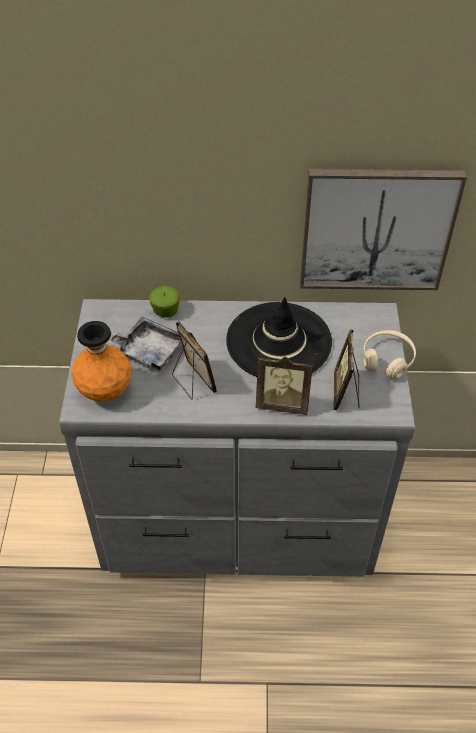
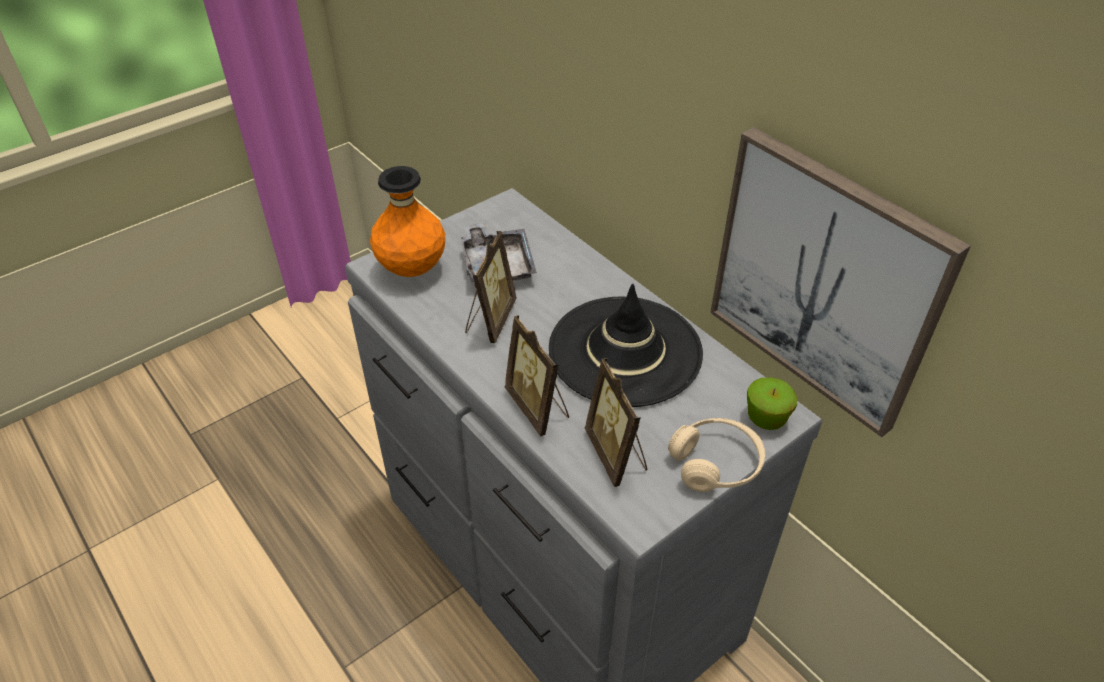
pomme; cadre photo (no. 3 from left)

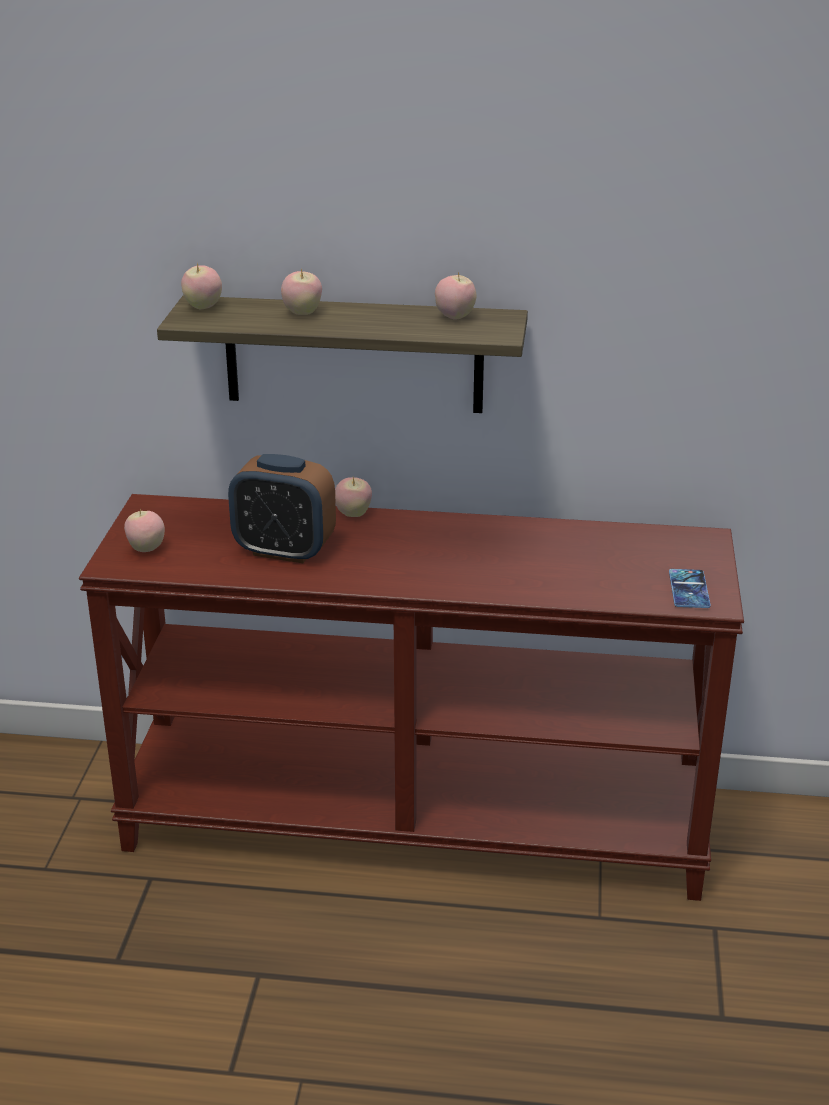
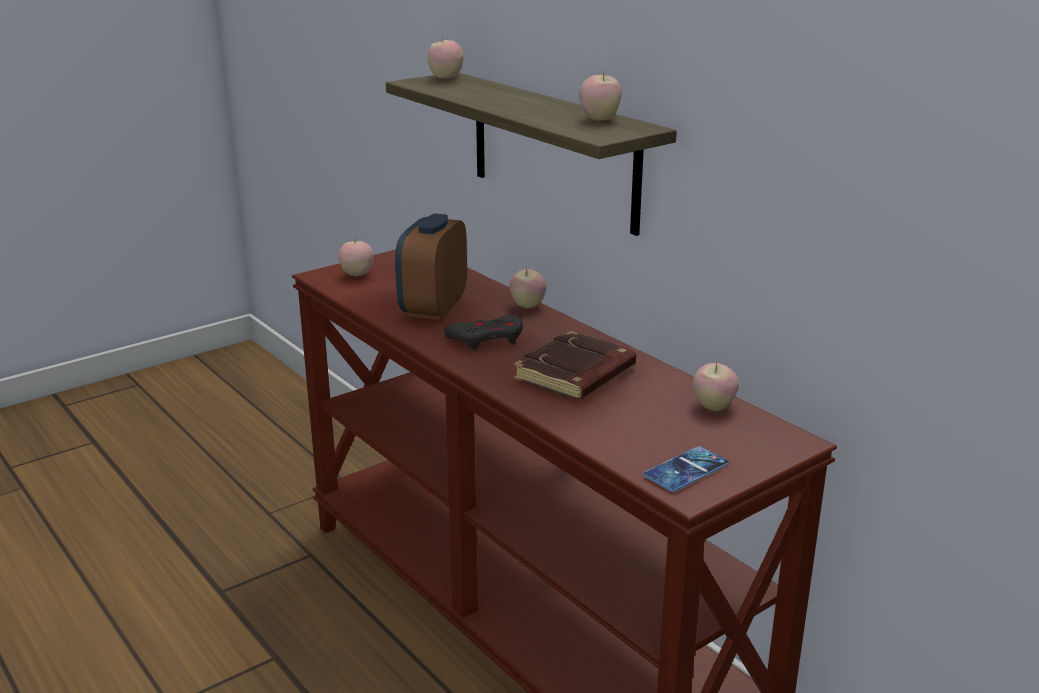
réveil; pomme (no. 5 from left); manette [gris]; livre [marron]

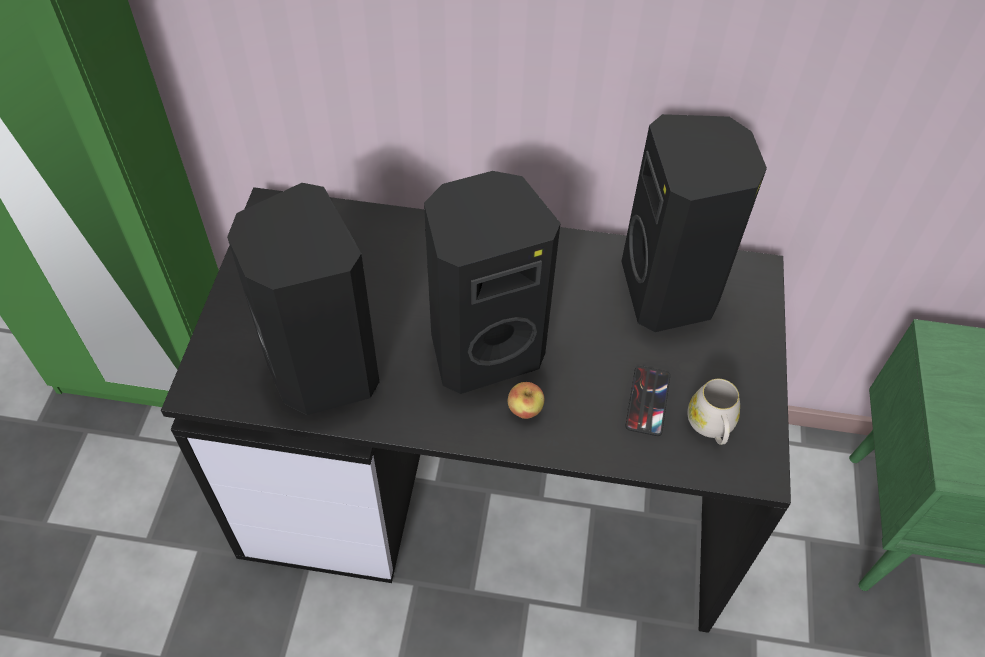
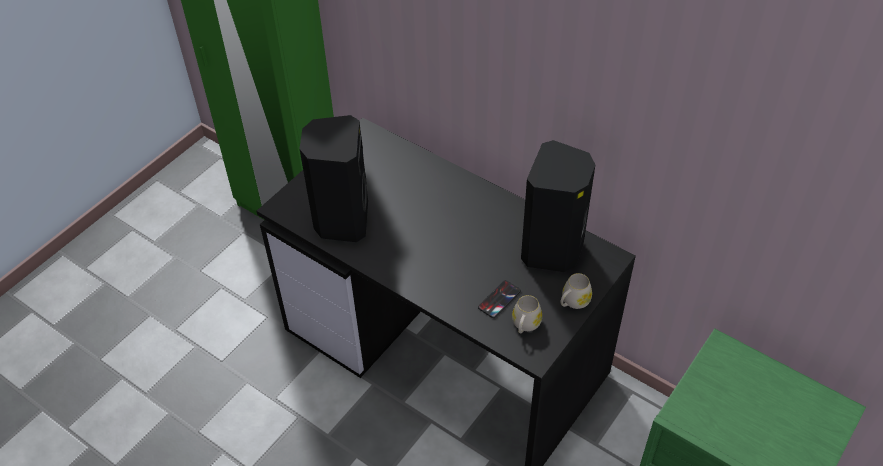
enceinte [noir] (no. 2 from left in the first image); pomme; mug [blanc] (no. 2 from left)

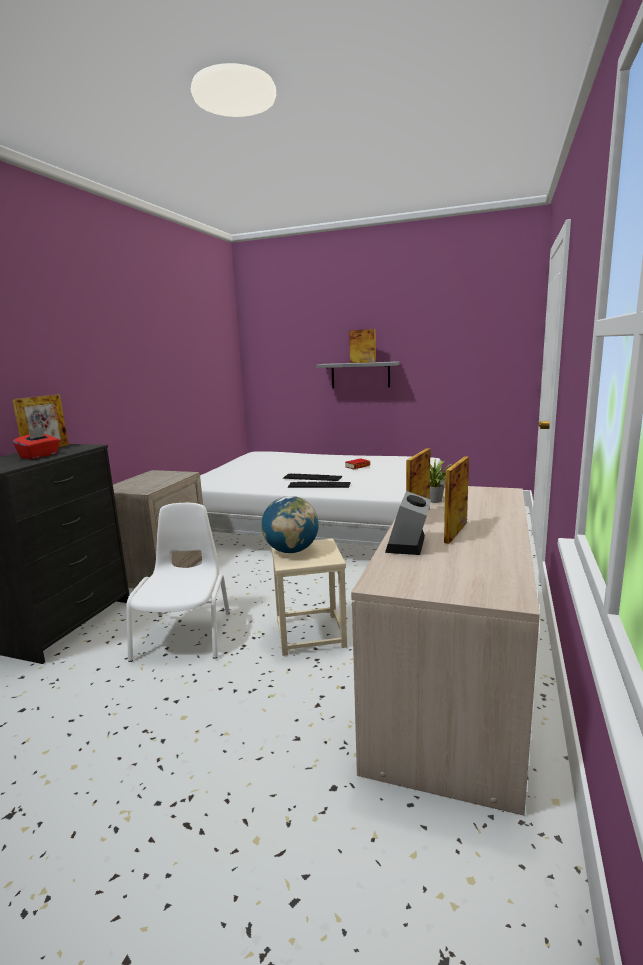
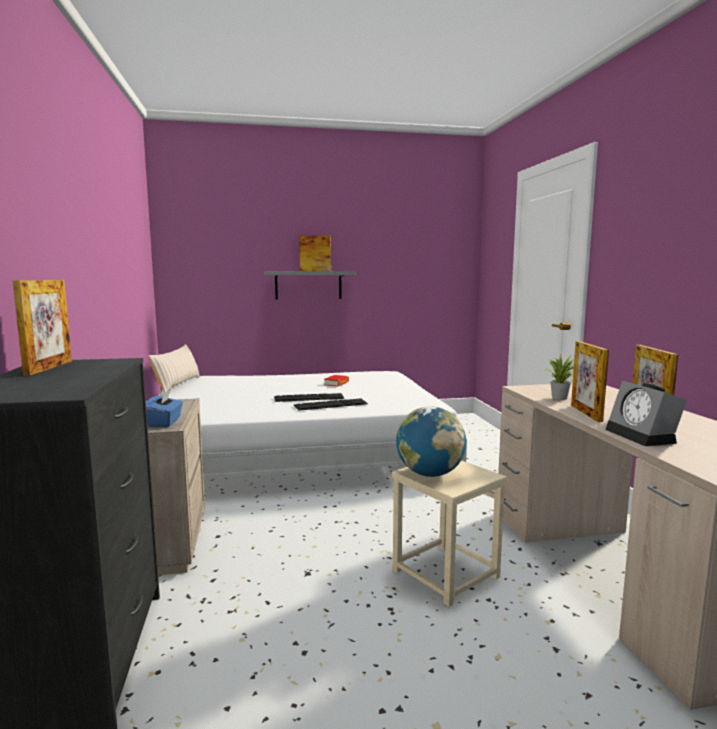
boîte à mouchoirs [rouge]; chaise [blanc]; boîte à mouchoirs [bleu]; coussin [beige]

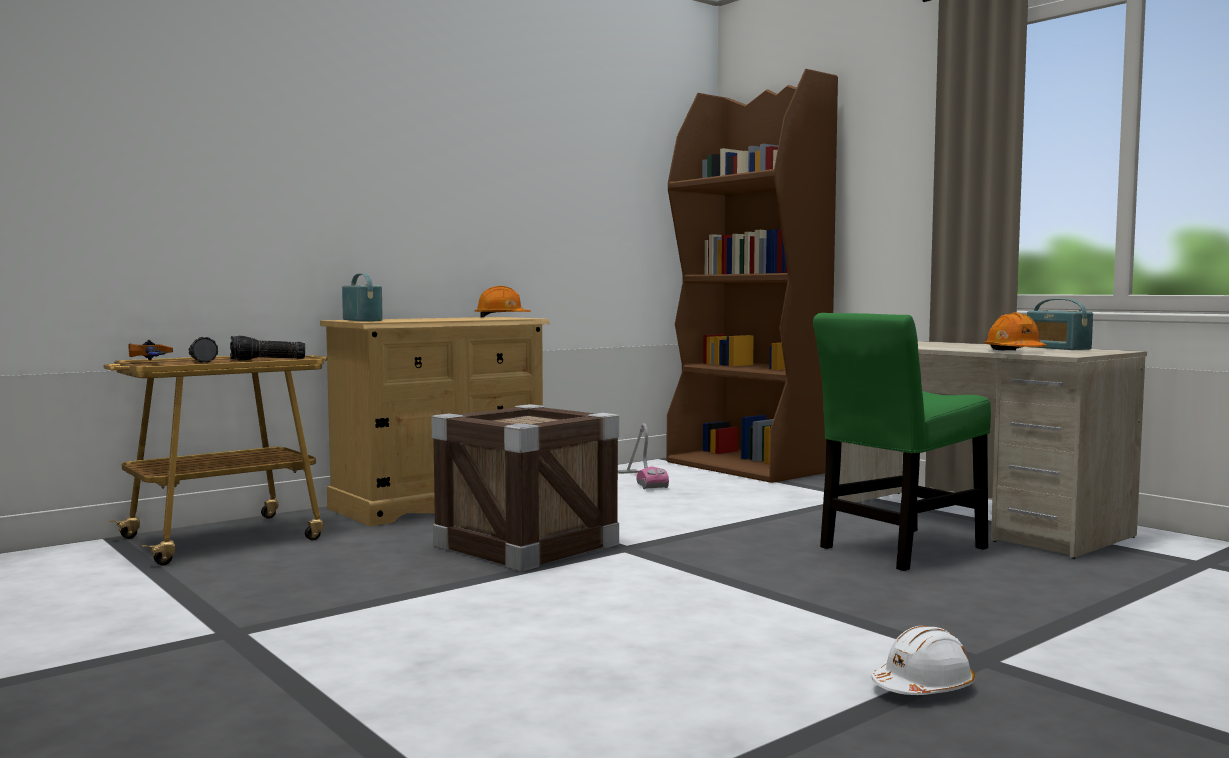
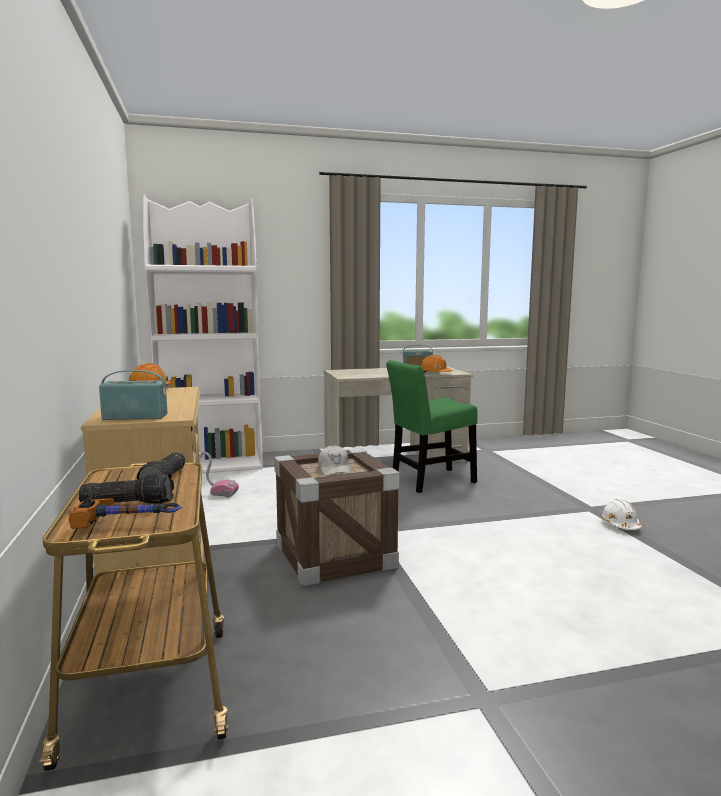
bibliothèque [blanc]; chaise [vert]; casquette [blanc]

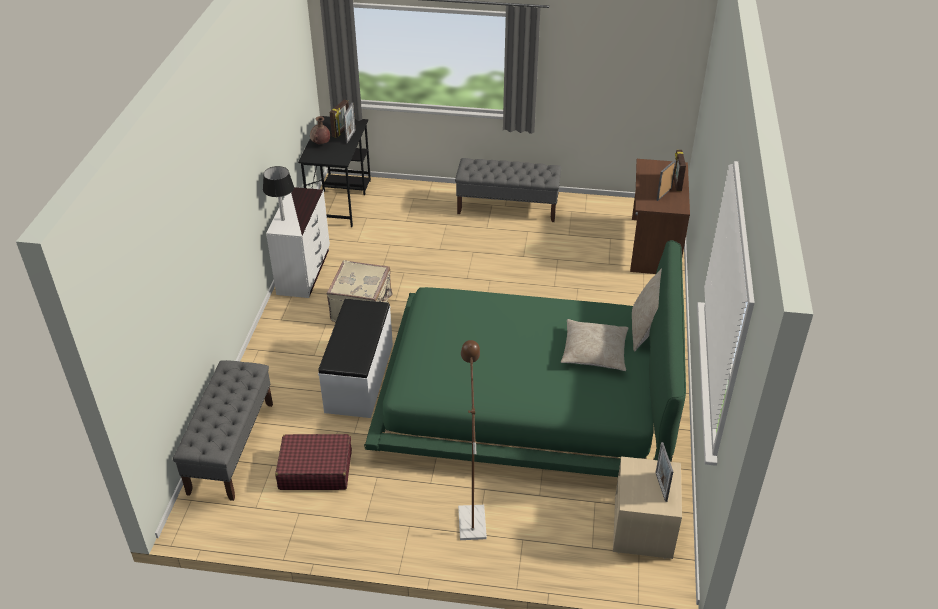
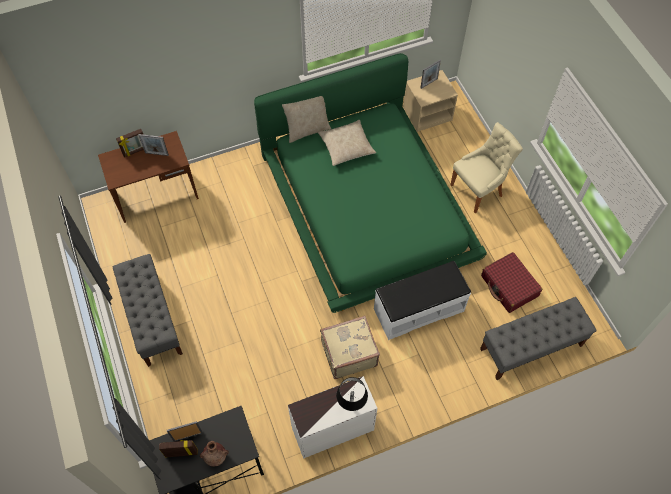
chaise [beige]

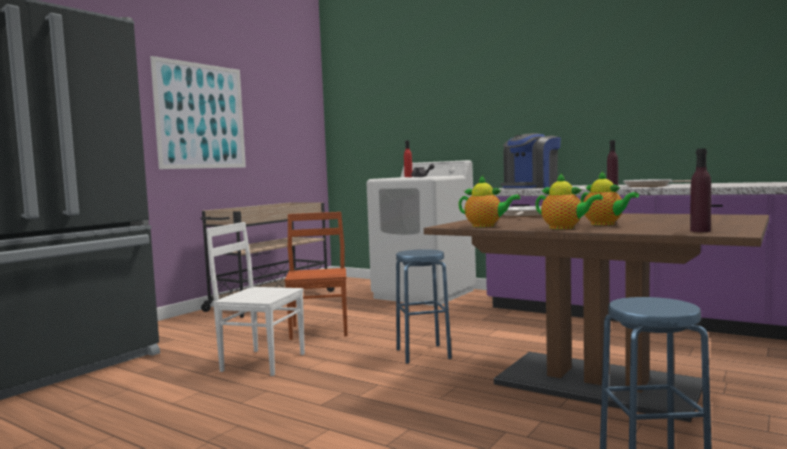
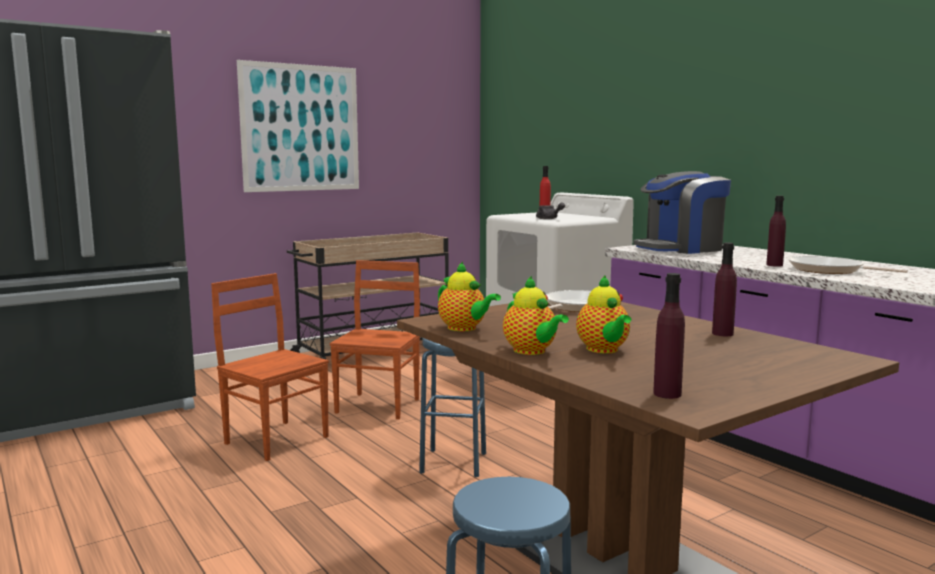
chaise [marron] (no. 1 from left); bouteille [violet] (no. 2 from left)

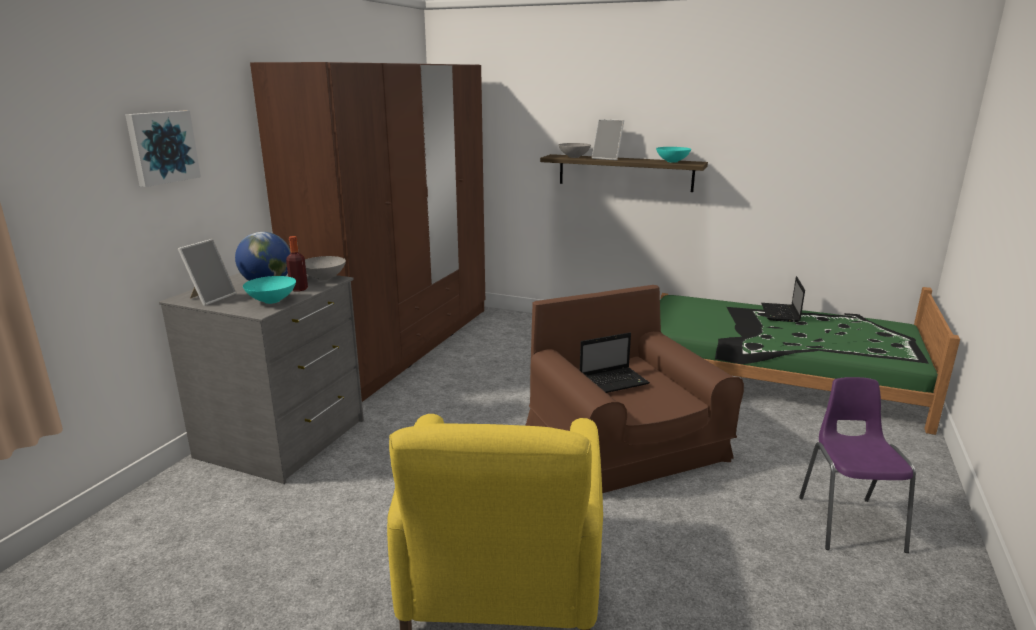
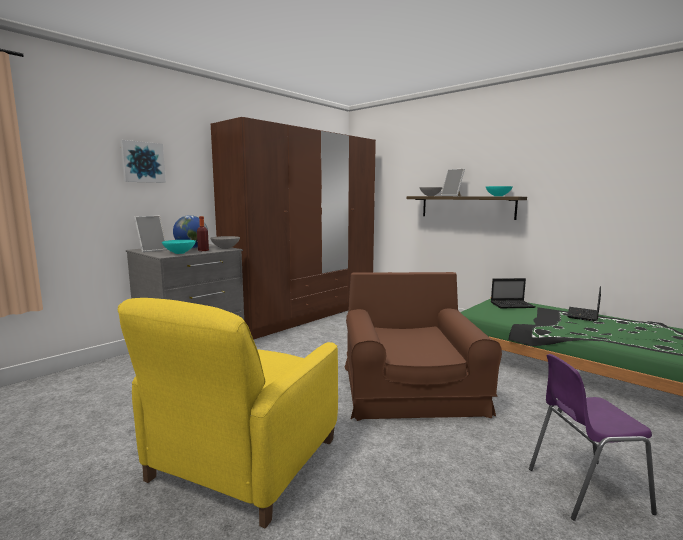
ordinateur portable (no. 1 from left); chaise [violet]

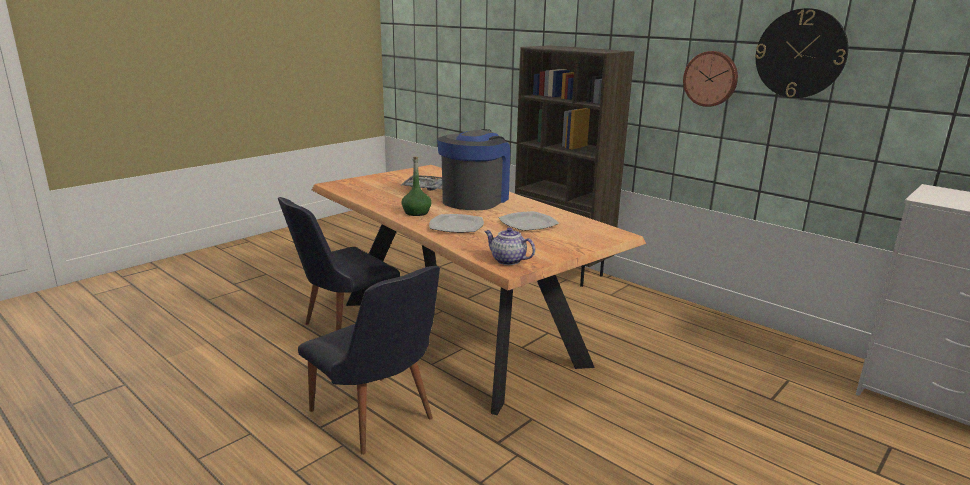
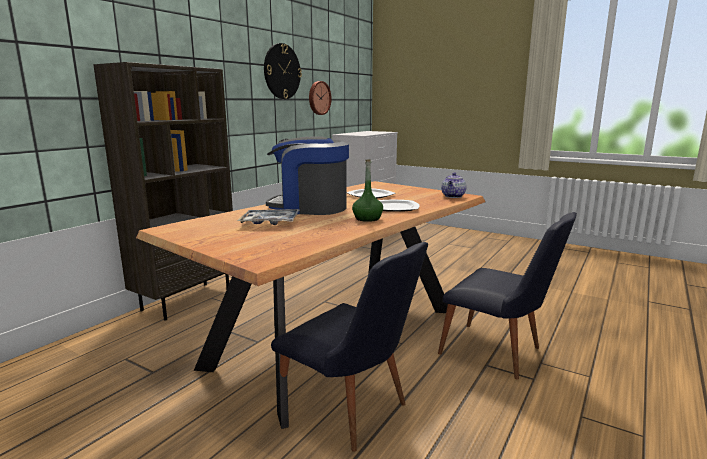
chaise [noir] (no. 2 from left); horloge murale (no. 2 from left)

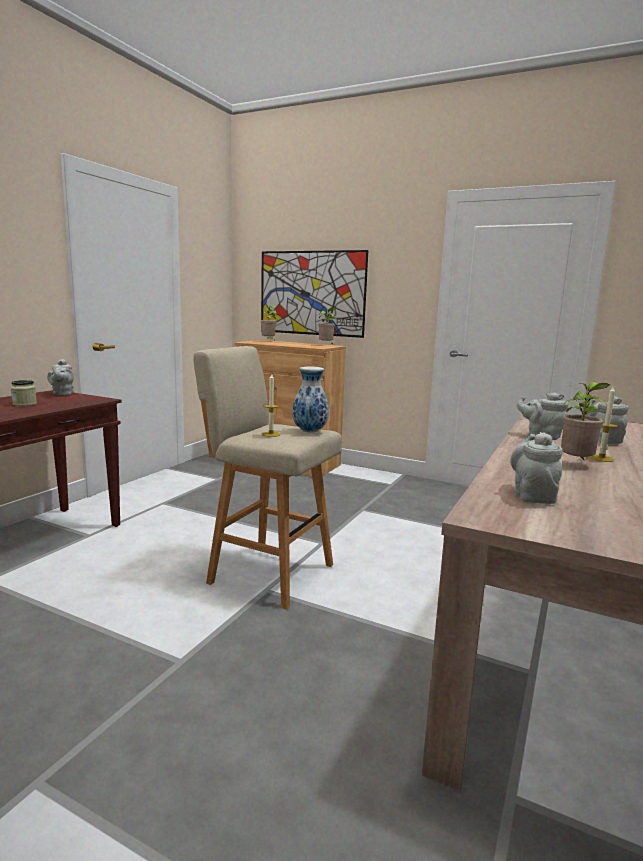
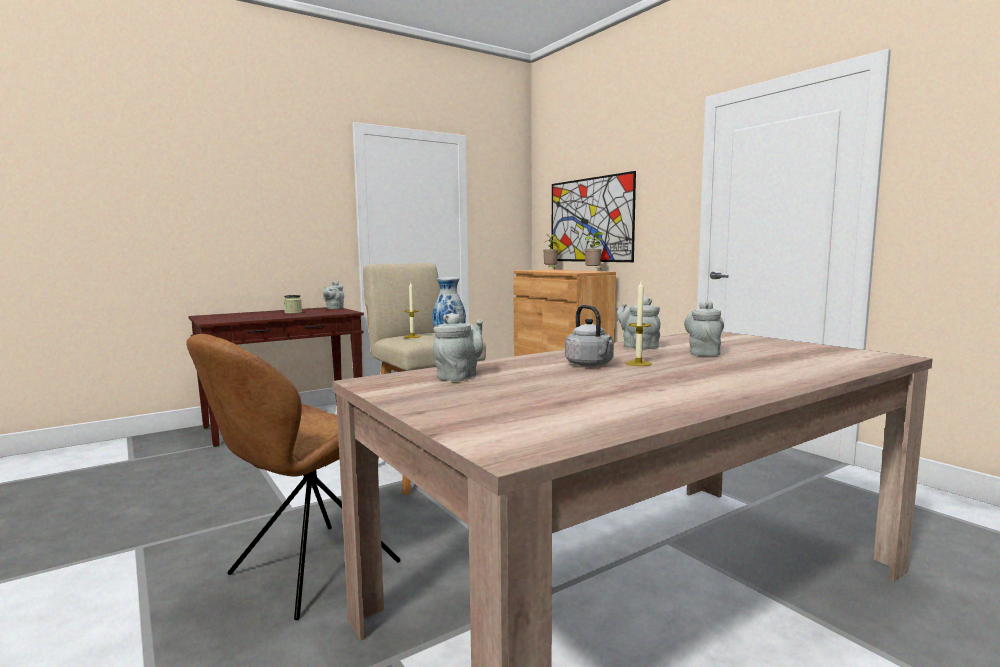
bouilloire [gris]; chaise [marron]

